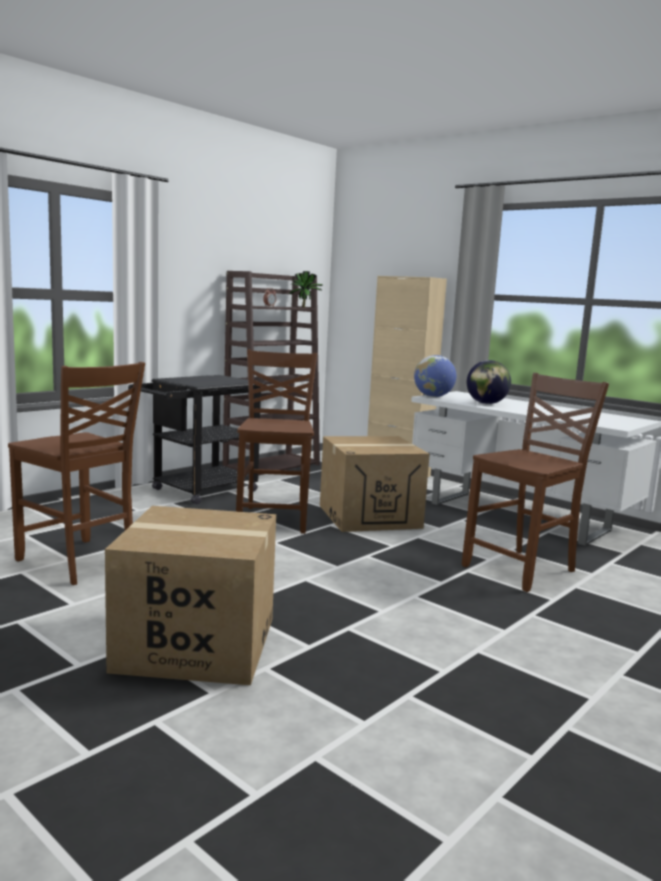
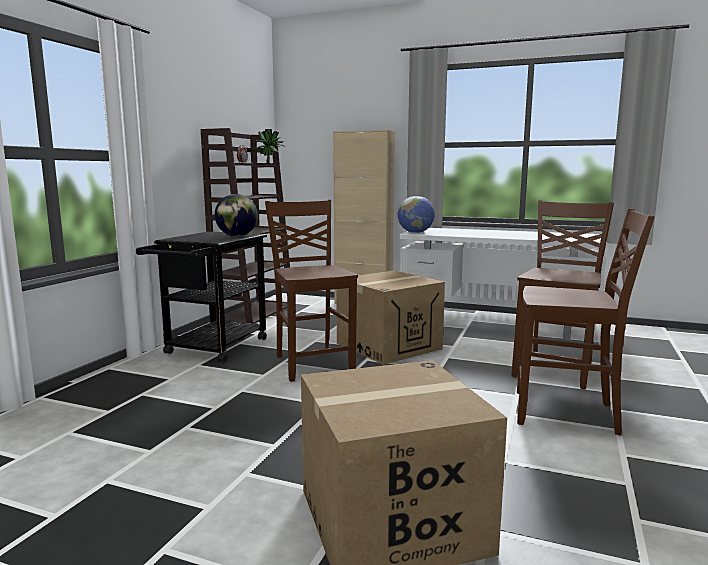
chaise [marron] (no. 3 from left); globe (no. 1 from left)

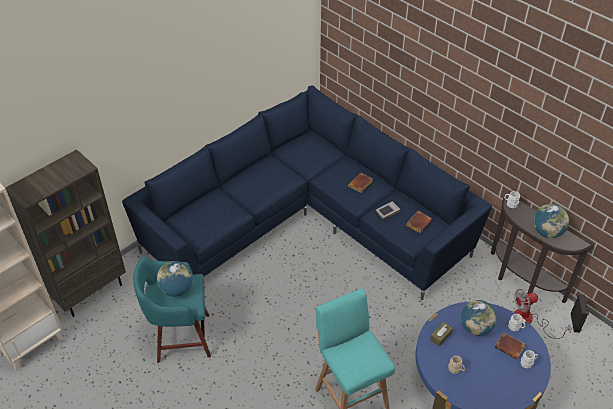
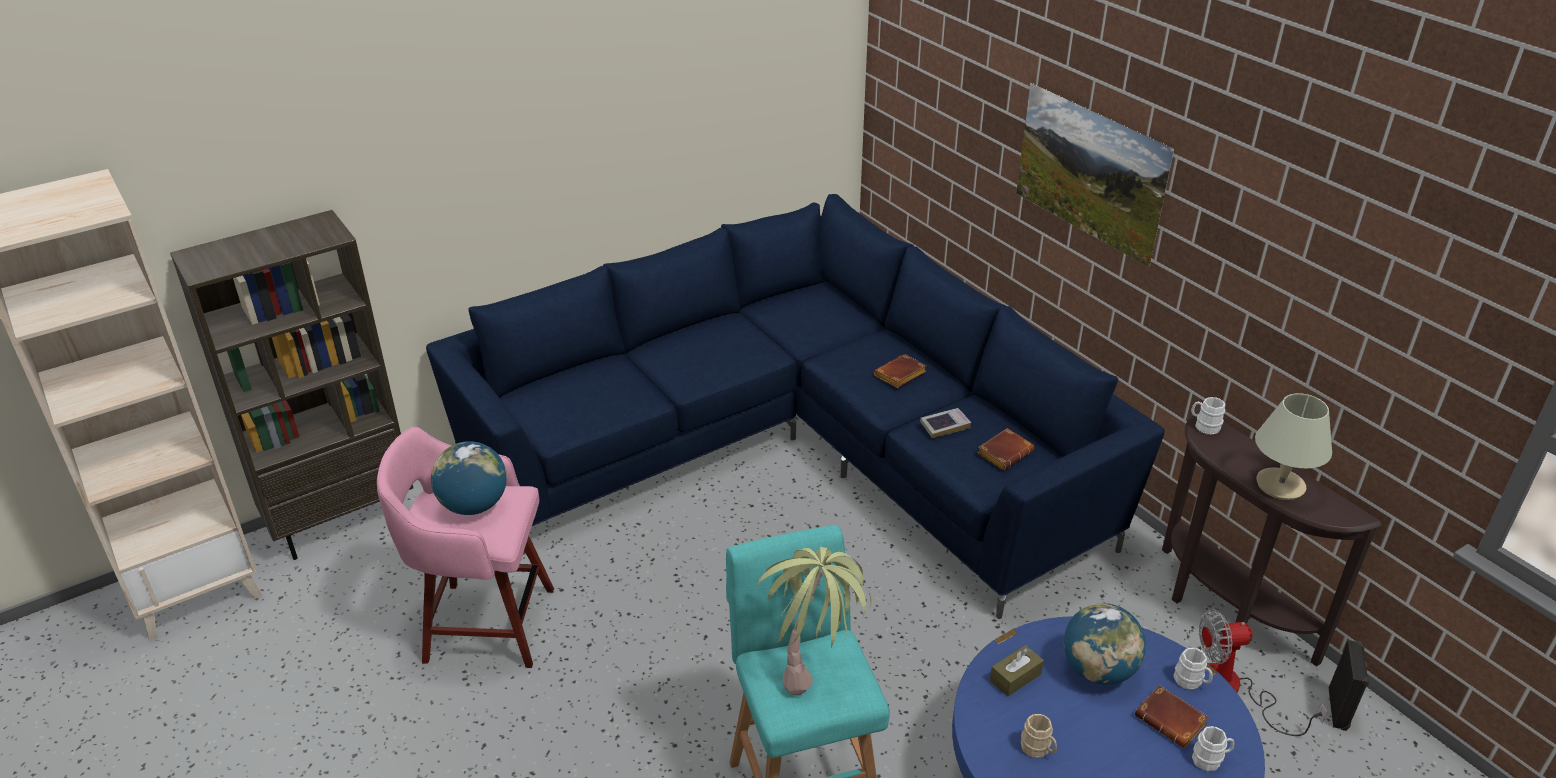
tabouret [rose]; lampe de table [beige]; plante en pot; tableau

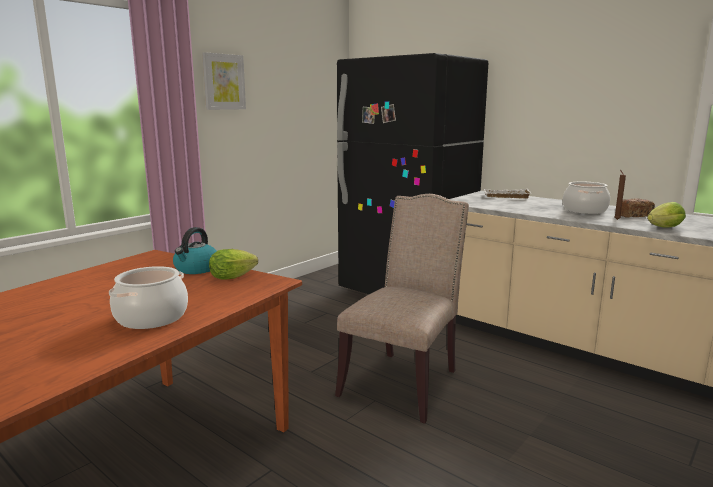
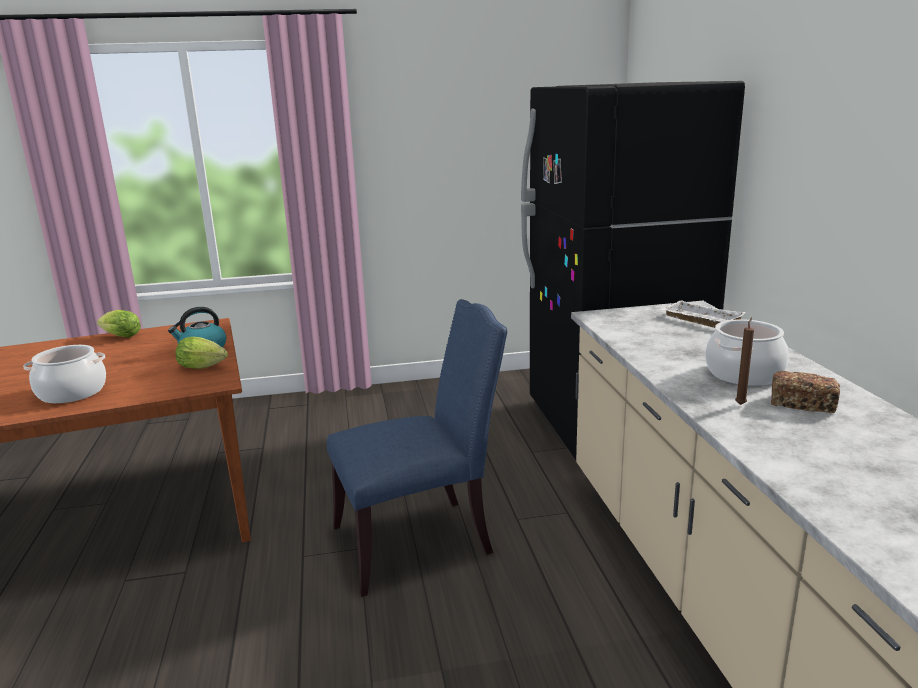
tableau; chaise [bleu]; laitue (no. 1 from left)

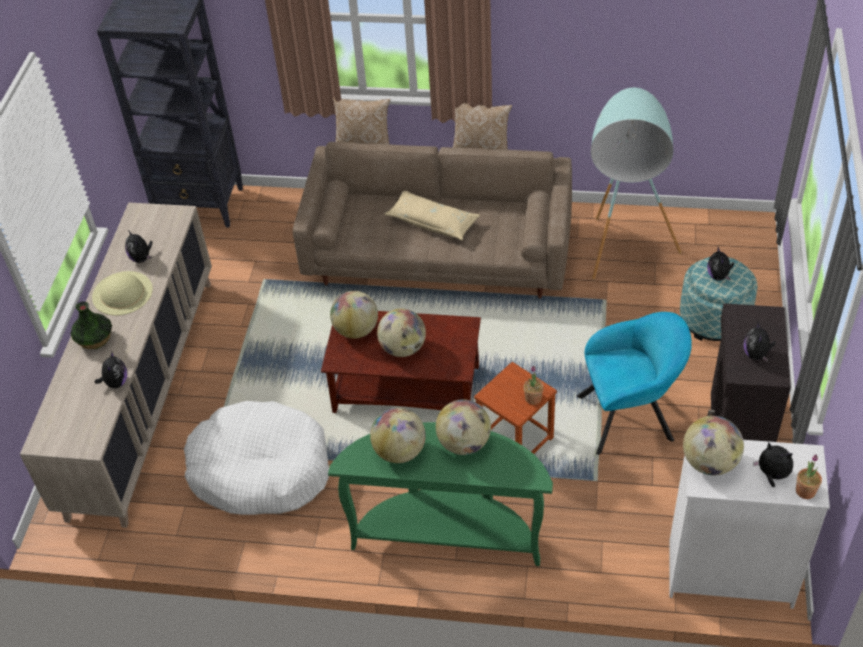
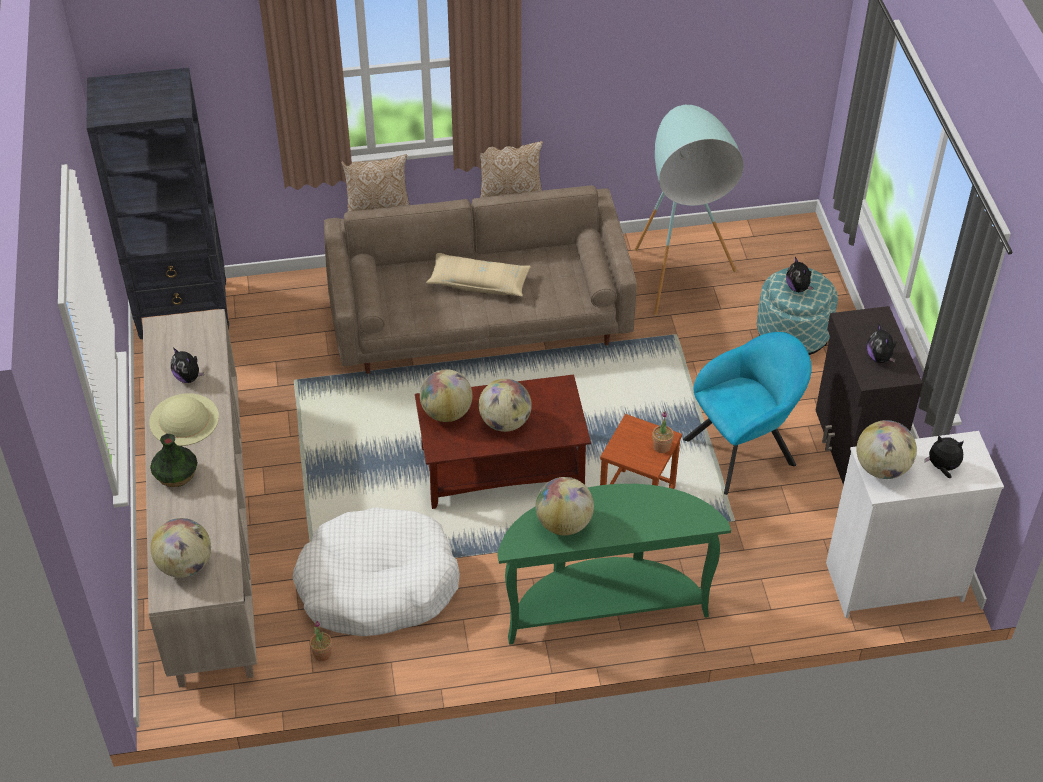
peluche (no. 1 from left in the first image); globe (no. 1 from left); plante en pot (no. 1 from left)

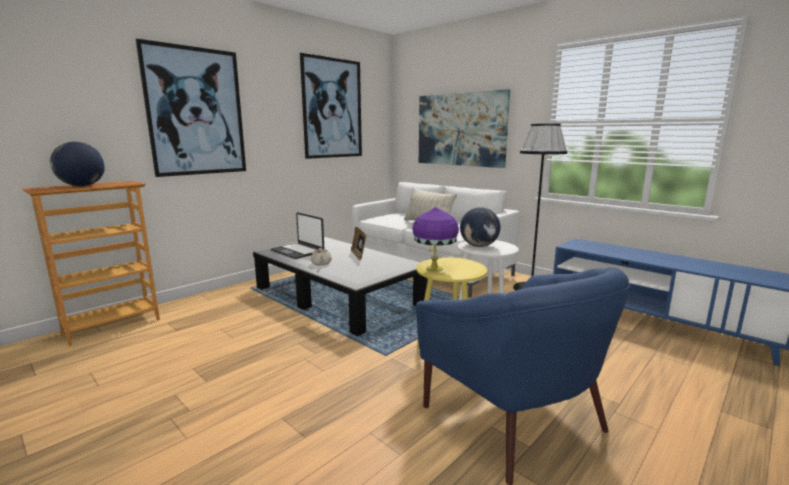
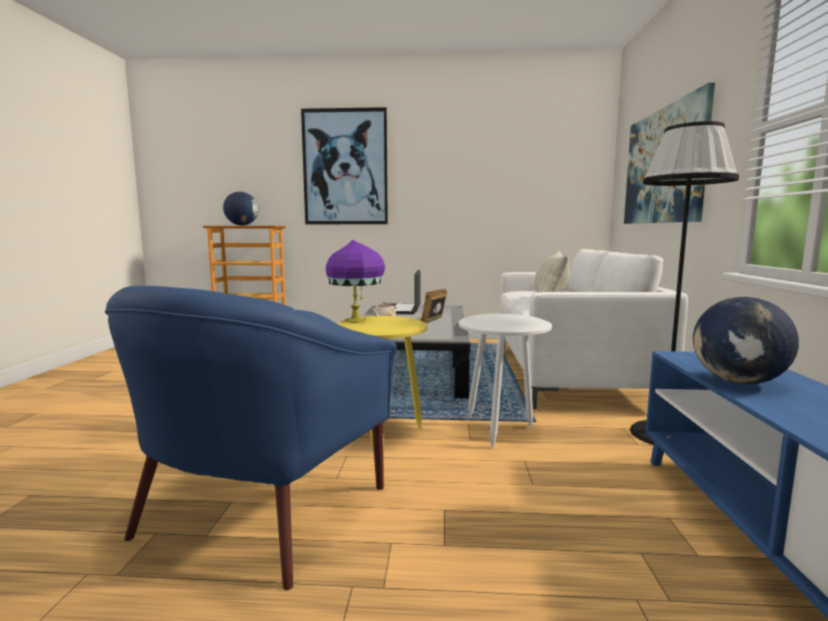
tableau (no. 2 from left in the first image); globe (no. 2 from left)

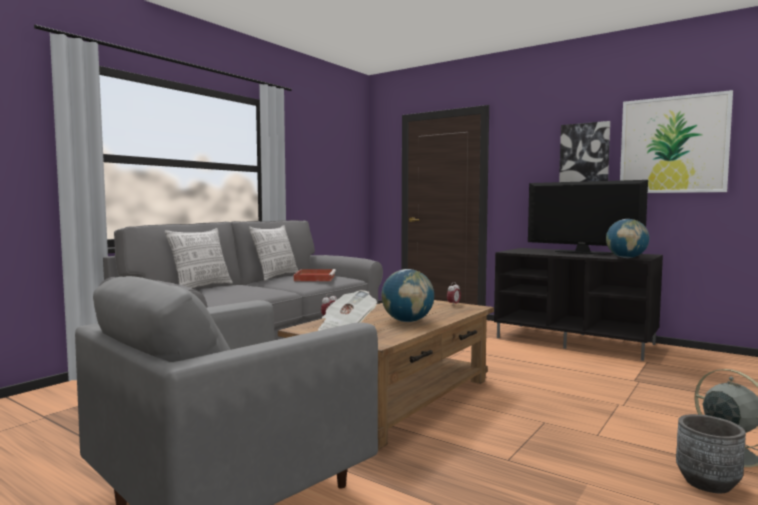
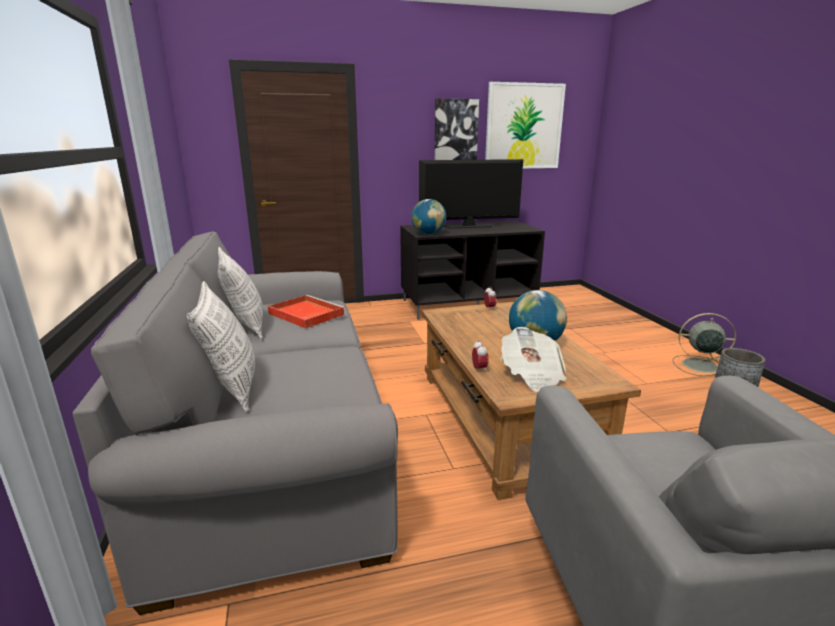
globe (no. 1 from left)

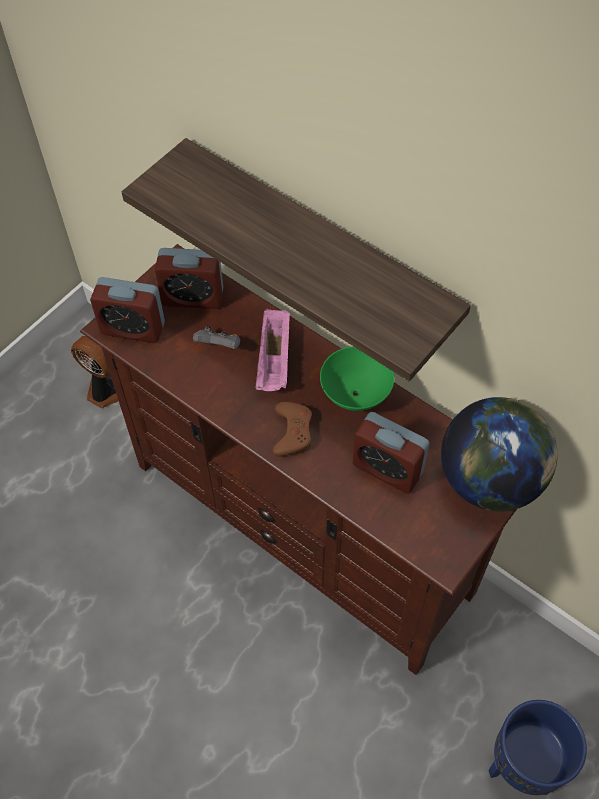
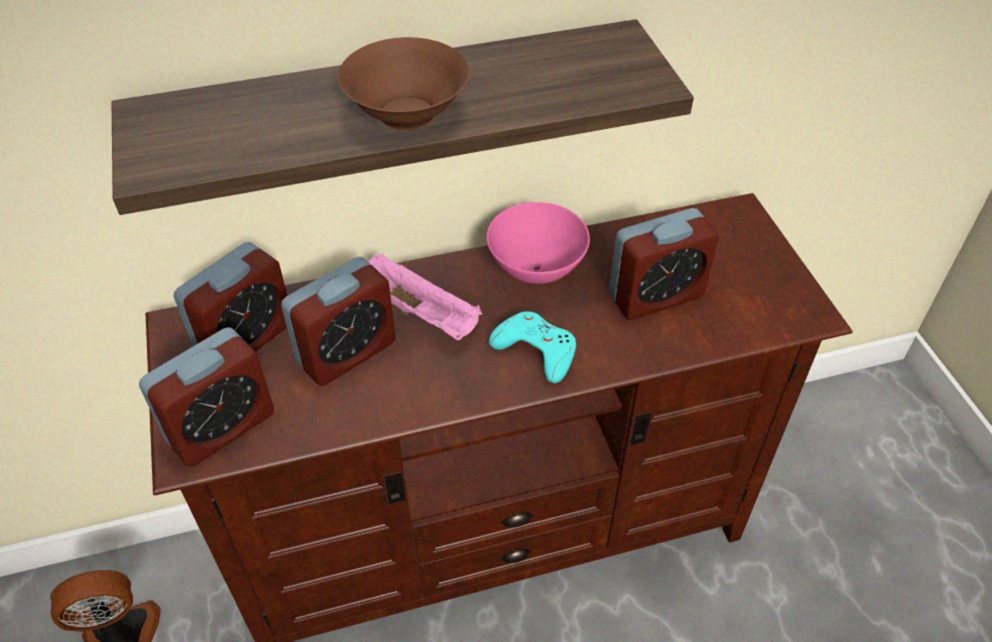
réveil (no. 3 from left); manette [turquoise]; bol [rose]; globe; cache-pot [bleu]; bol [marron]

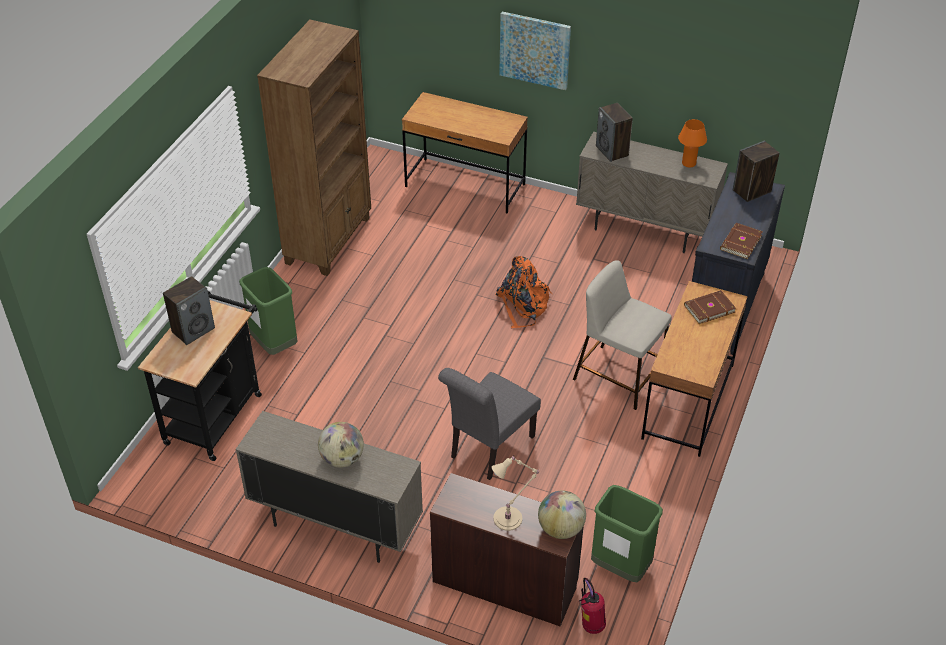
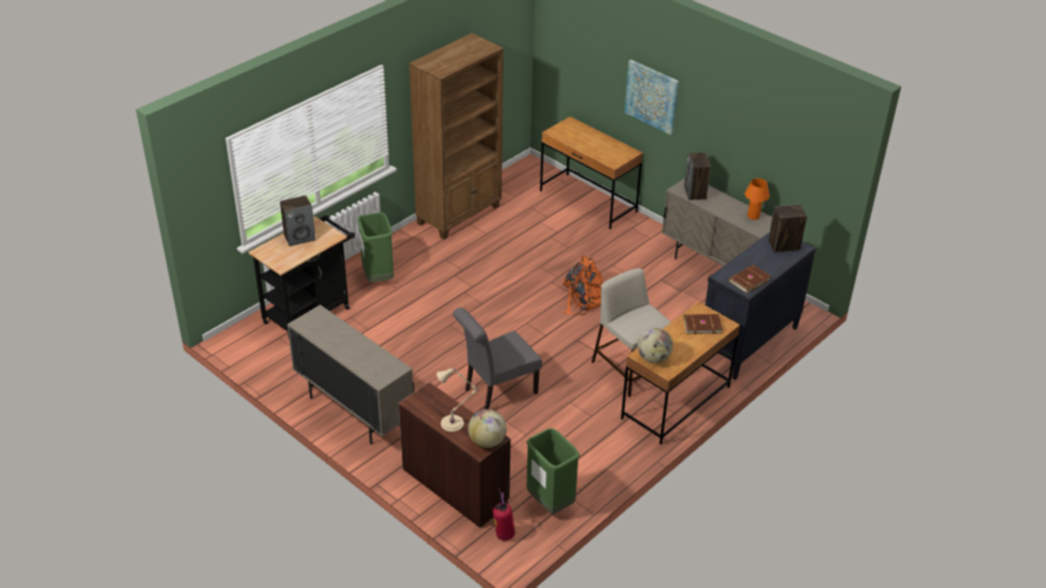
globe (no. 2 from left)

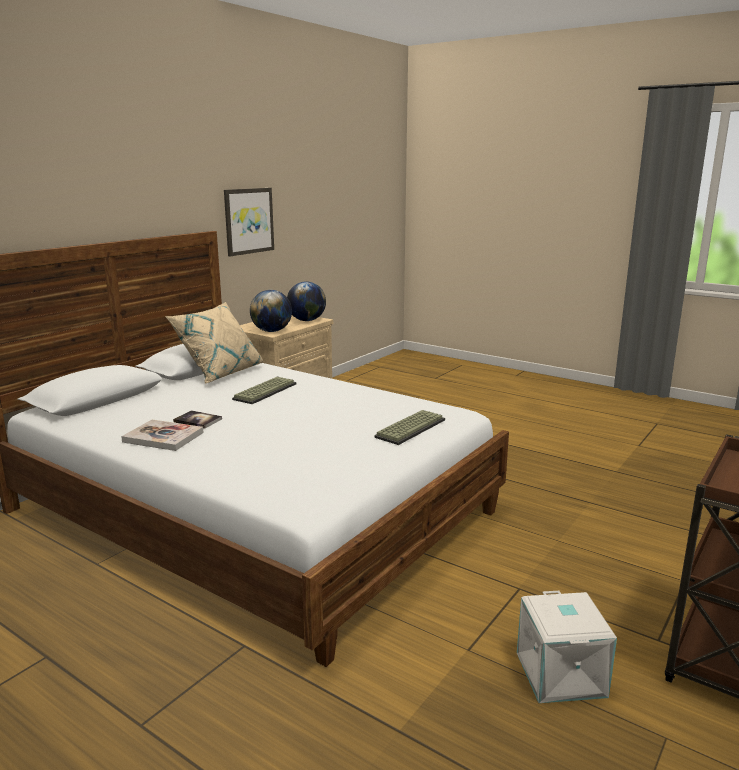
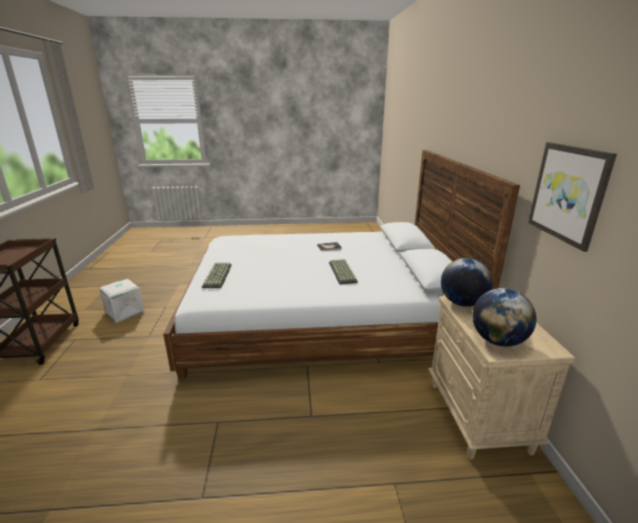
livre (no. 1 from left in the first image); coussin [beige]

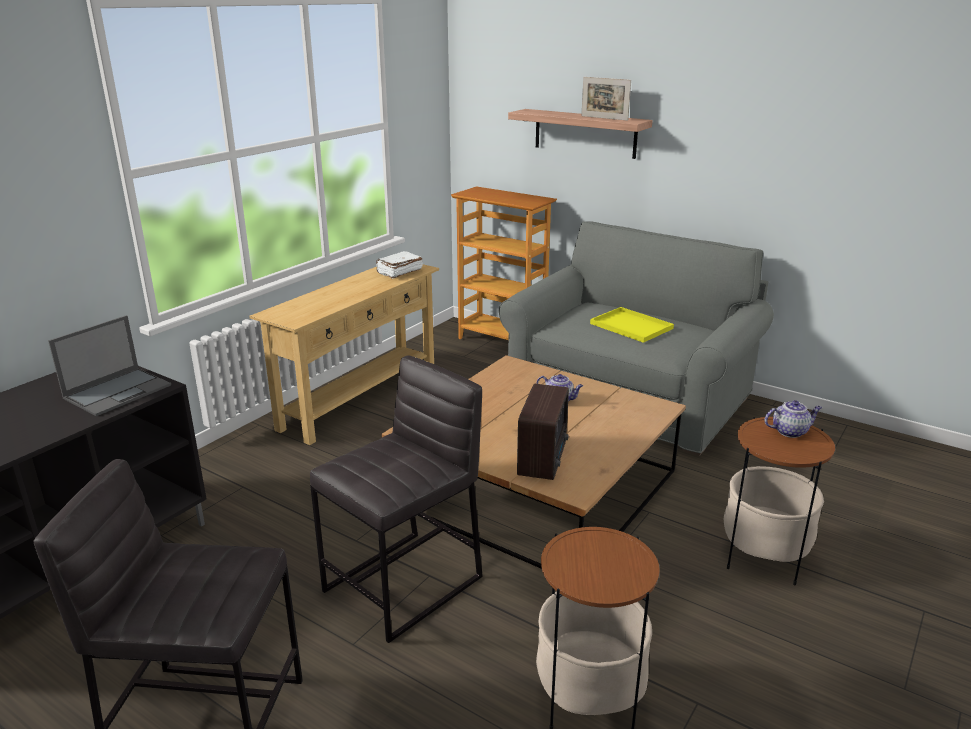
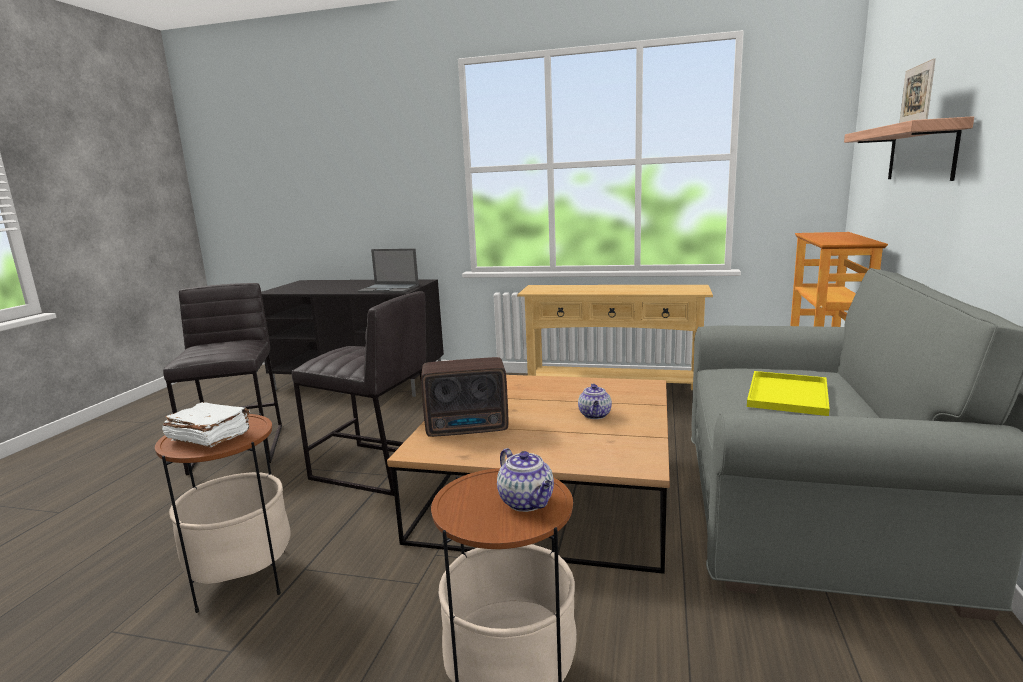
livre [blanc]

